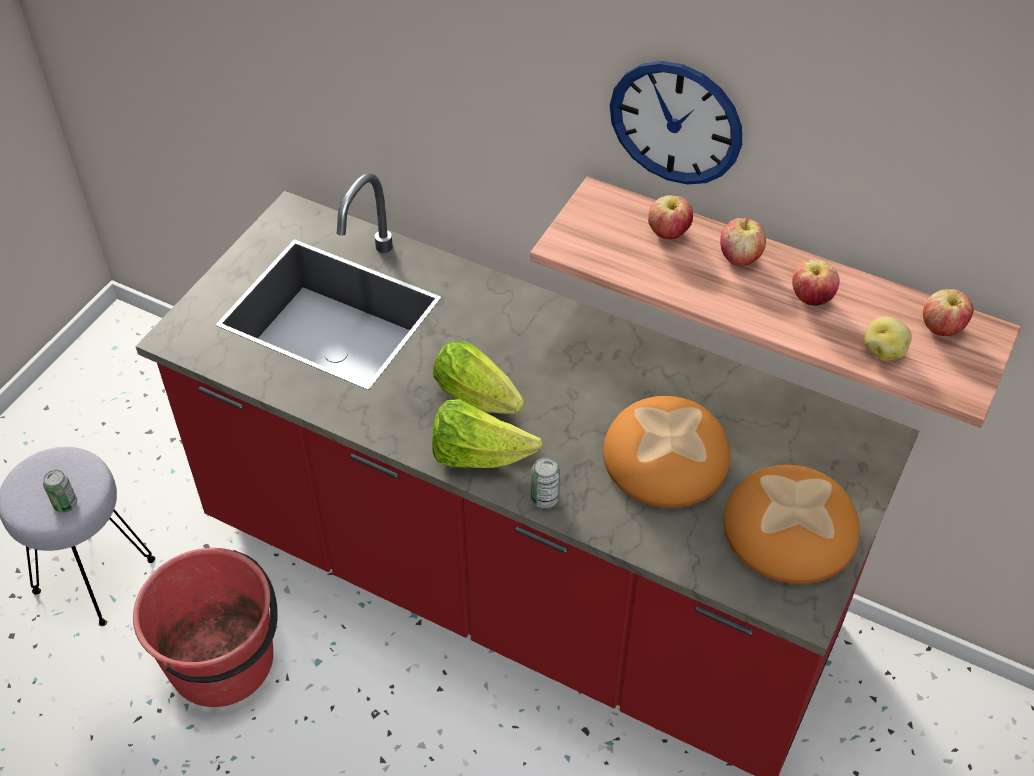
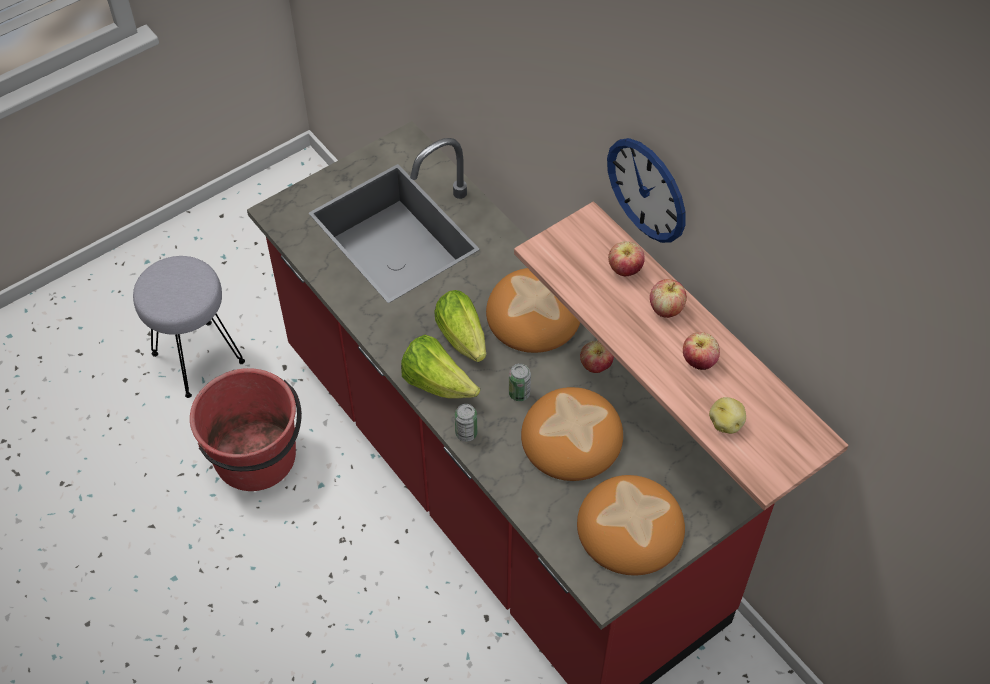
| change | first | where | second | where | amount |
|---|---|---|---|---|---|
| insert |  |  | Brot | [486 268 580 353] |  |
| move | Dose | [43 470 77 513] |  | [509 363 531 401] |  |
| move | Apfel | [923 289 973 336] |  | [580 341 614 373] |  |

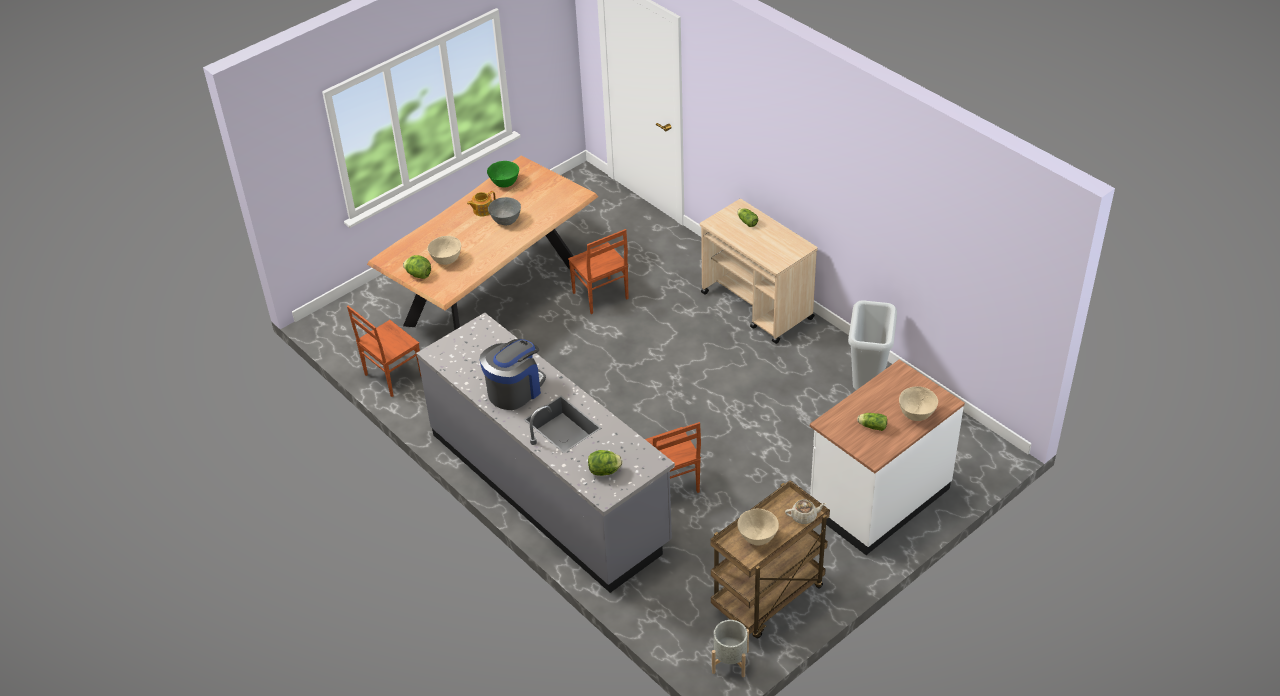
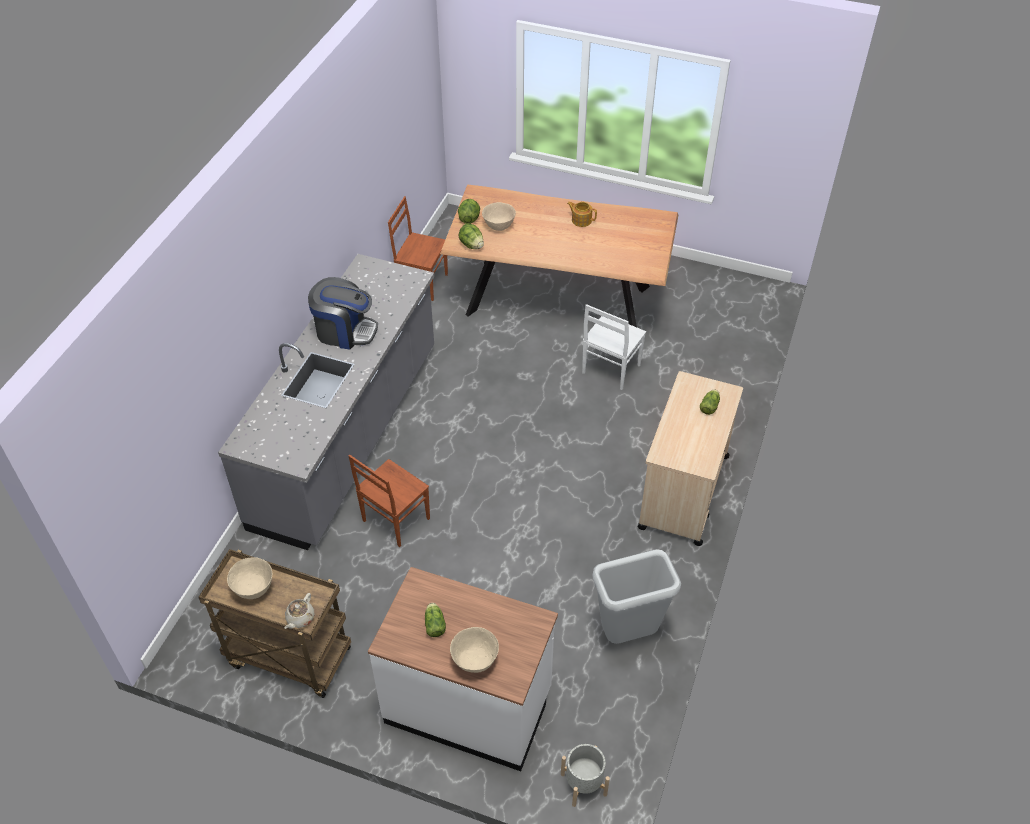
| change | first | where | second | where | amount |
|---|---|---|---|---|---|
| delete | Schüssel (grün) | [487 161 519 188] |  |  |  |
| delete | Schüssel (grau) | [488 197 521 226] |  |  |  |
| move | Salatkopf | [588 450 622 476] |  | [458 223 484 249] |  |
| move | Pflanzkübel (grau) | [712 620 749 677] |  | [561 744 610 807] |  |
| recolor | Stuhl (braun) | [568 229 629 314] | Stuhl (weiß) | [582 304 646 390] |  |
| rotate | Teekanne (beige) | [785 499 826 524] |  | [285 593 315 629] | 60 degrees clockwise |

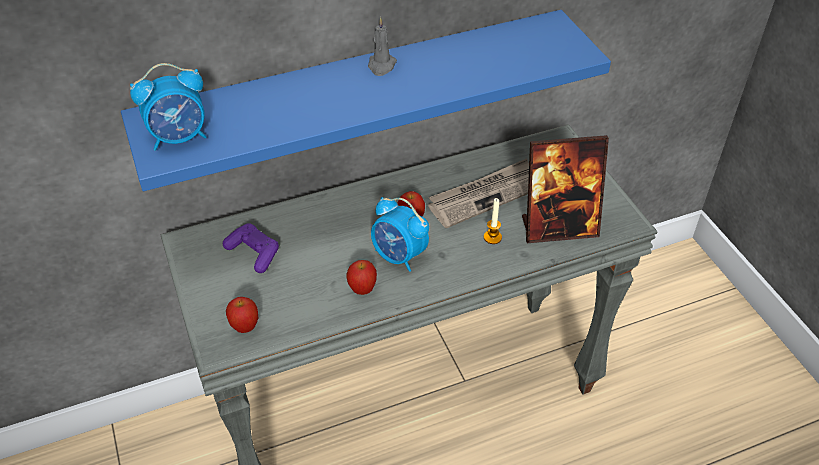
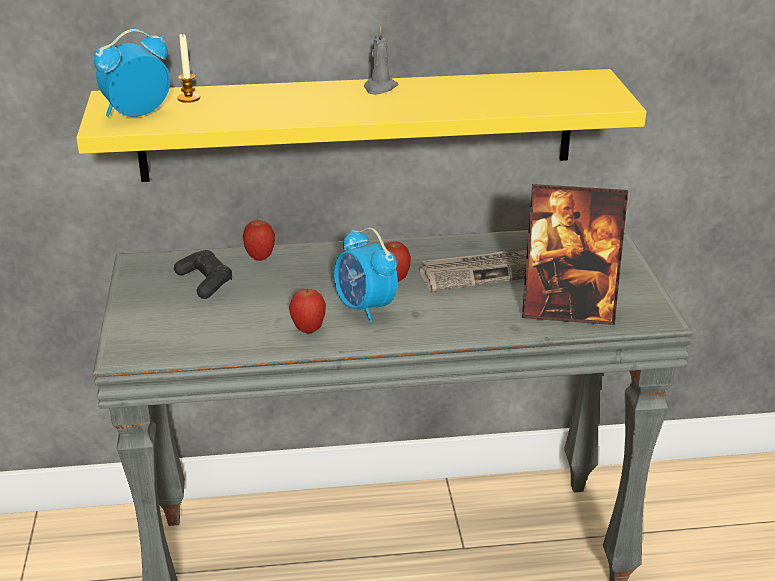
| change | first | where | second | where | amount |
|---|---|---|---|---|---|
| move | Apfel | [226 297 258 333] |  | [243 219 275 261] |  |
| move | Kerze | [484 198 502 244] |  | [177 33 200 103] |  |
| recolor | Wandregal (blau) | [121 10 611 191] | Wandregal (gelb) | [76 69 646 182] |  |
| recolor | Gamepad (lila) | [223 223 279 273] | Gamepad (schwarz) | [174 250 232 299] |  |
| rotate | Wecker | [130 63 207 151] |  | [93 29 170 117] | 150 degrees clockwise |

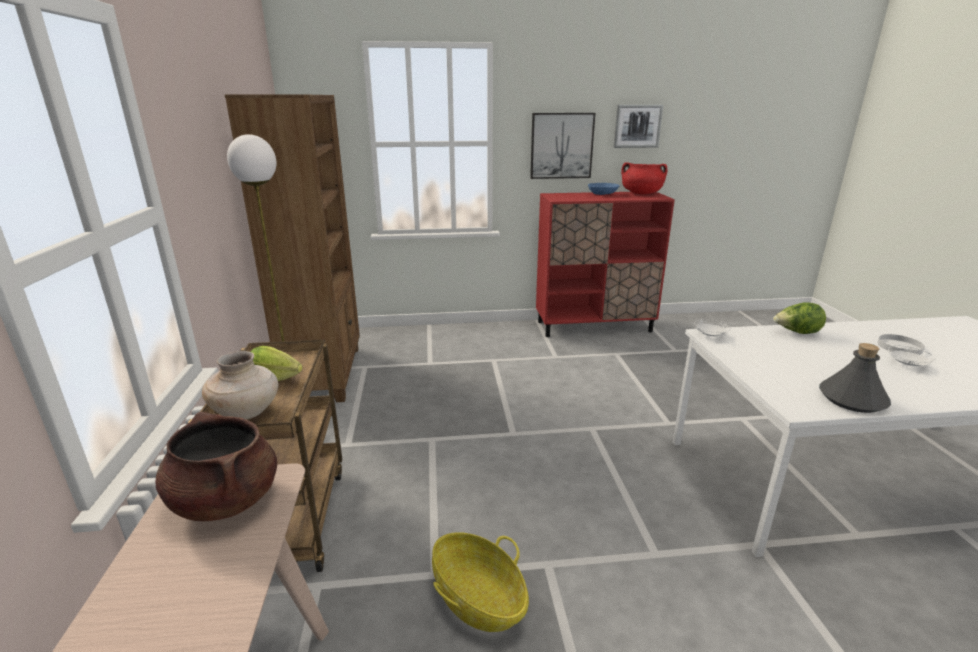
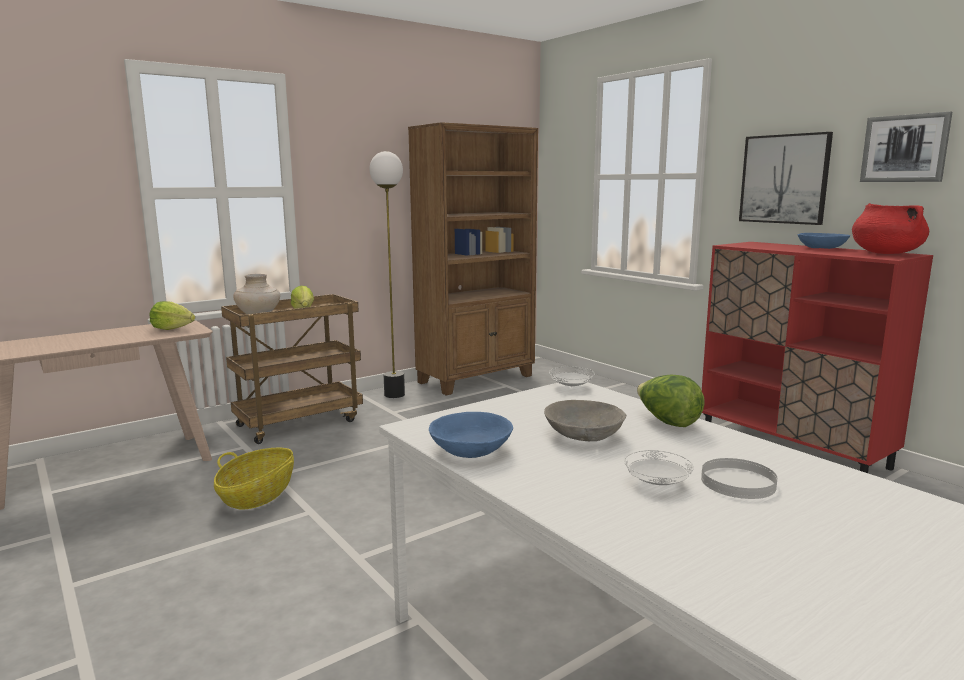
| change | first | where | second | where | amount |
|---|---|---|---|---|---|
| insert |  |  | Schüssel (grau) | [544 400 627 441] |  |
| replace | Kochtopf (braun) | [156 412 277 521] | Salatkopf | [149 301 195 330] |  |
| replace | Flasche (grau) | [819 343 891 413] | Schüssel (blau) | [429 412 513 458] |  |

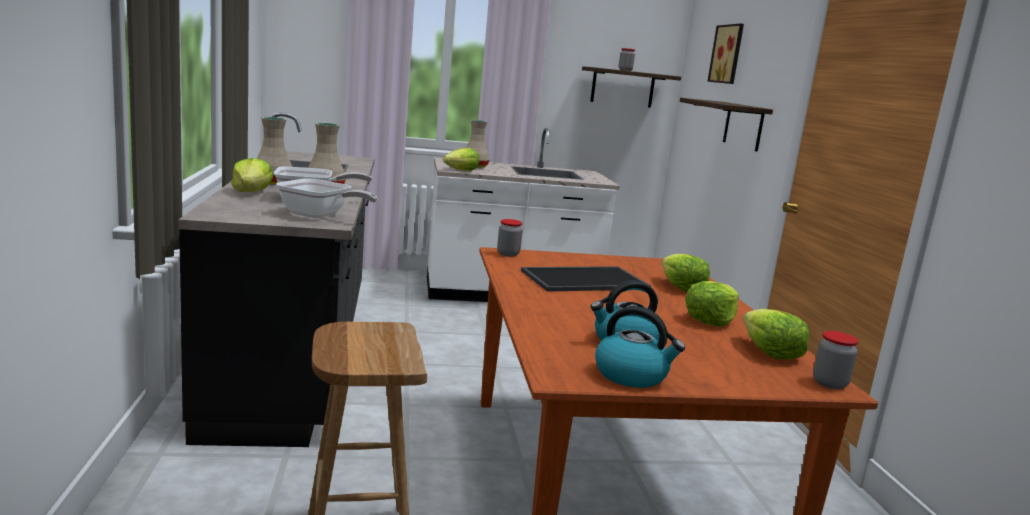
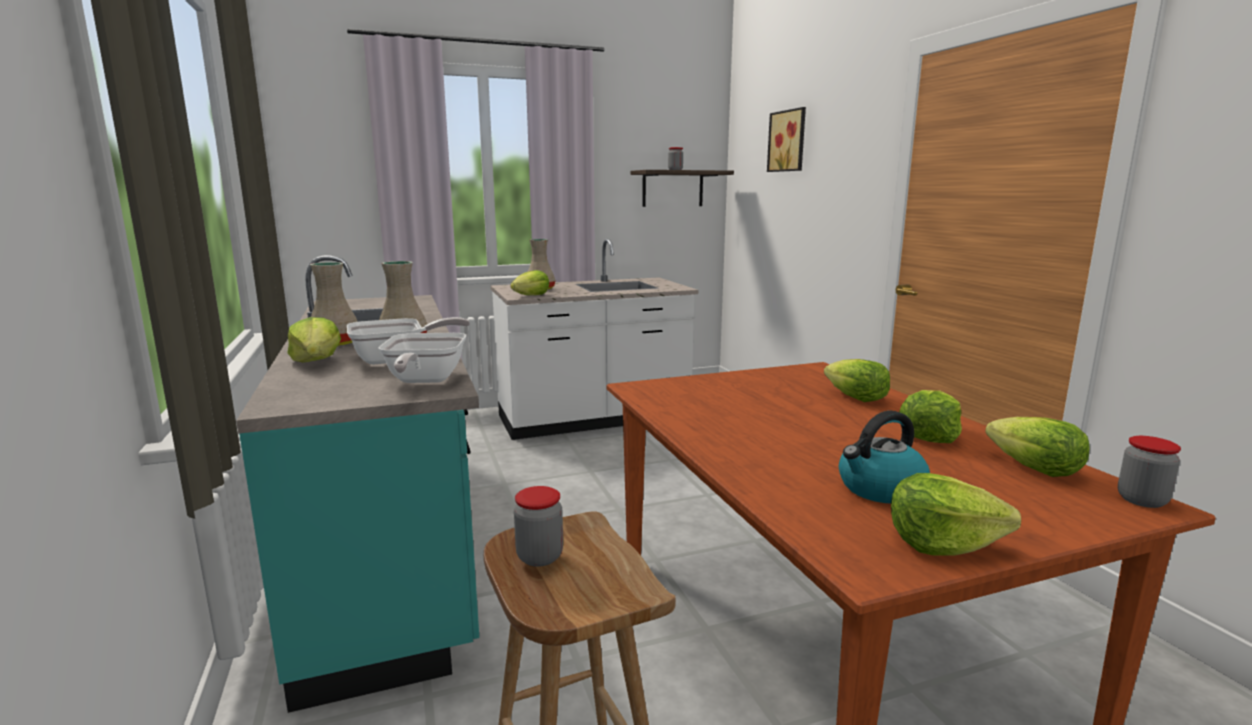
| change | first | where | second | where | amount |
|---|---|---|---|---|---|
| delete | Tablett | [521 266 651 292] |  |  |  |
| delete | Wandregal | [680 98 773 152] |  |  |  |
| move | Vorratsglas | [497 219 523 257] |  | [514 486 563 567] |  |
| replace | Wasserkessel | [595 306 685 388] | Salatkopf | [891 473 1021 556] |  |
| recolor | Küchenzeile (schwarz) | [178 112 374 447] | Küchenzeile (türkis) | [236 256 479 713] |  |
| rotate | Pfanne | [276 178 378 218] |  | [378 333 466 383] | 75 degrees clockwise |

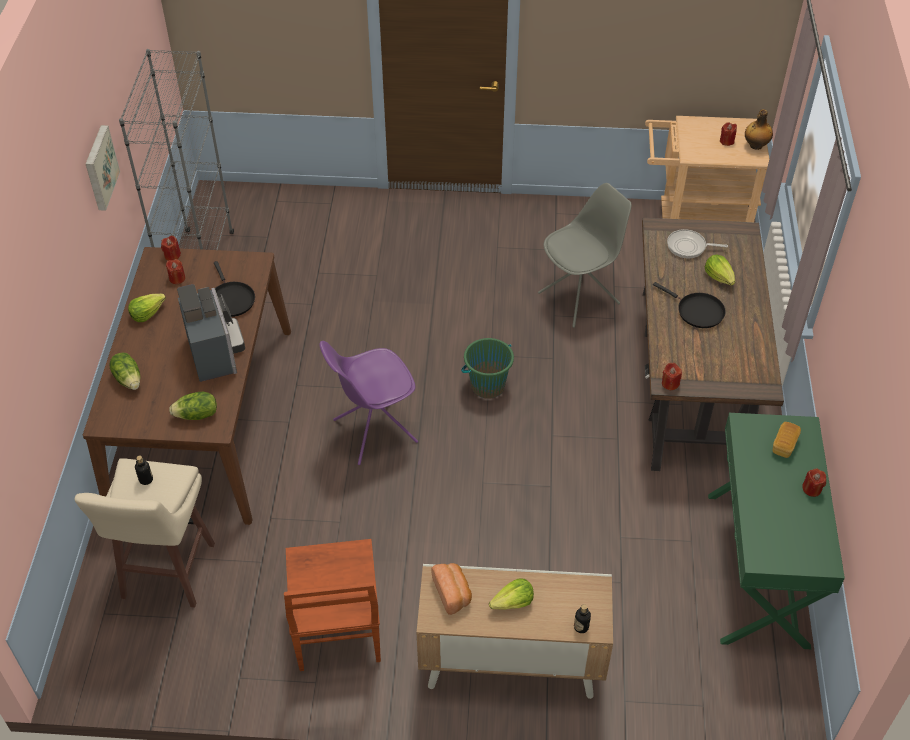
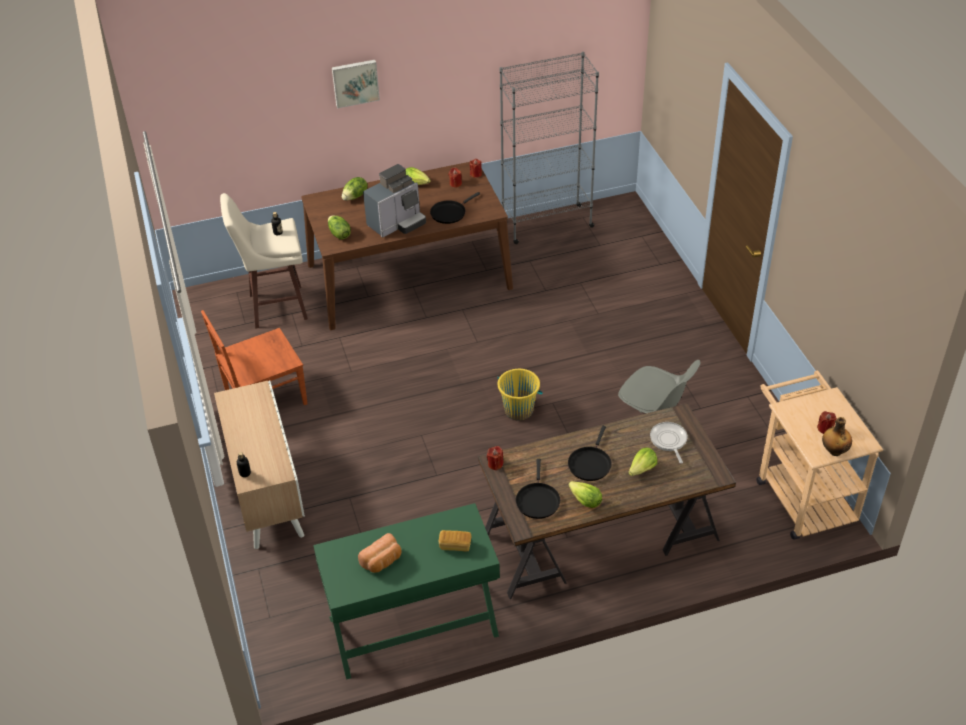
| change | first | where | second | where | amount |
|---|---|---|---|---|---|
| delete | Stuhl (lila) | [319 341 418 465] |  |  |  |
| delete | Kerze (rot) | [802 468 826 497] |  |  |  |
| insert |  |  | Pfanne (schwarz) | [516 459 560 519] |  |
| move | Bild | [86 125 120 211] |  | [332 60 380 108] |  |
| move | Brot | [431 563 472 615] |  | [358 533 401 573] |  |
| move | Salatkopf | [489 578 534 610] |  | [568 481 602 508] |  |
| recolor | Eimer (grün) | [461 338 514 399] | Eimer (gelb) | [497 369 543 421] |  |

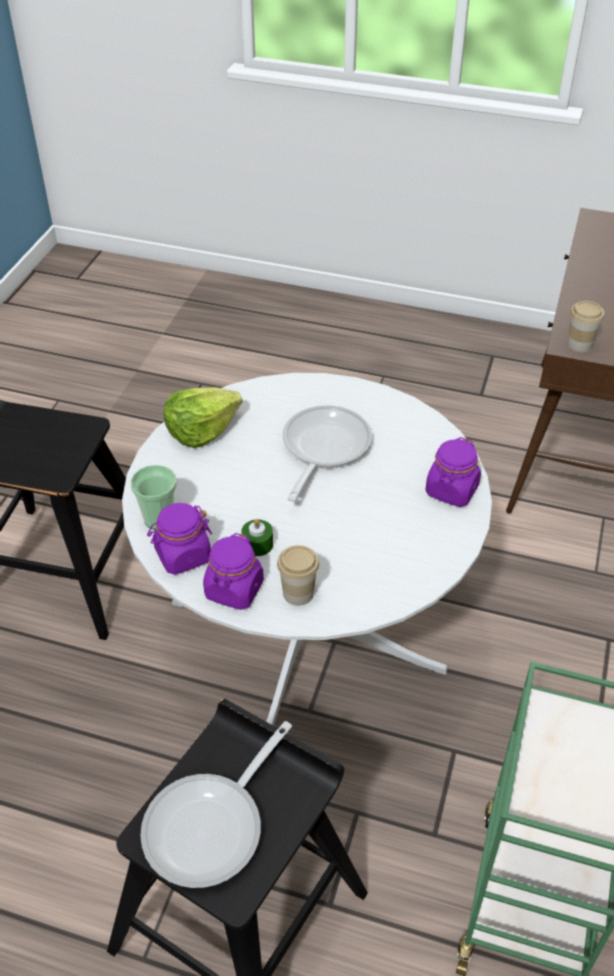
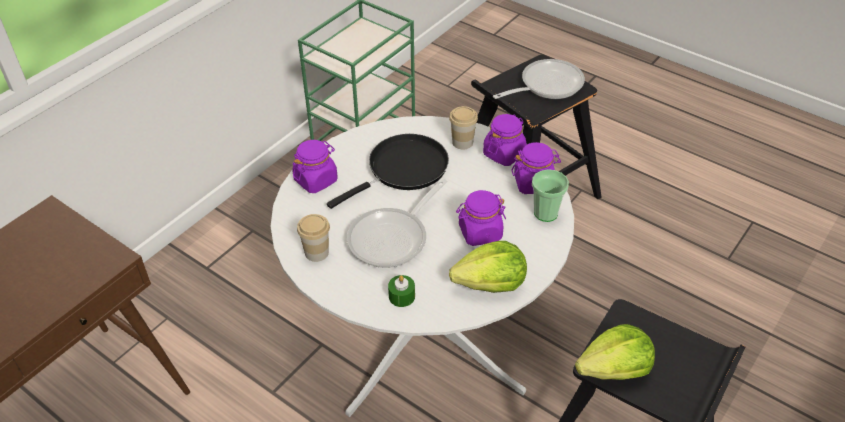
| change | first | where | second | where | amount |
|---|---|---|---|---|---|
| insert |  |  | Pfanne (schwarz) | [327 134 449 209] |  |
| insert |  |  | Vorratsglas (lila) | [456 190 506 246] |  |
| insert |  |  | Salatkopf | [575 324 655 380] |  |
| move | Kerze (grün) | [242 519 273 556] |  | [388 275 415 307] |  |
| move | Tasse | [567 301 604 352] |  | [297 214 330 262] |  |

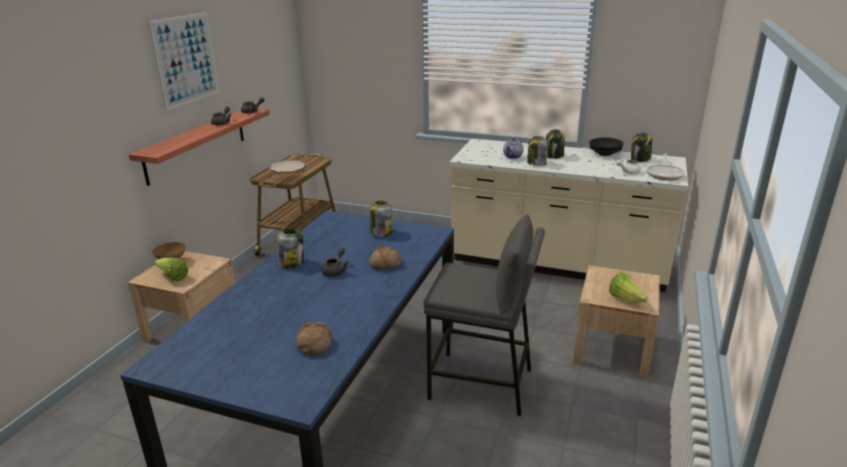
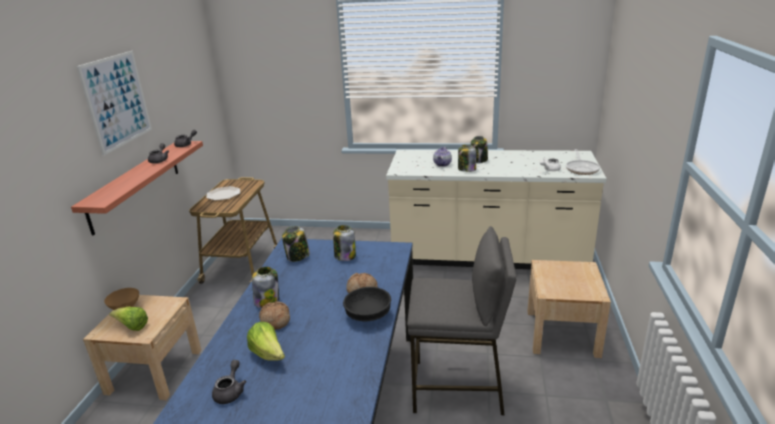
| change | first | where | second | where | amount |
|---|---|---|---|---|---|
| move | Brot | [296 322 332 355] |  | [259 301 290 330] |  |
| move | Teekanne (grau) | [321 247 349 277] |  | [212 360 246 404] |  |
| move | Schüssel (schwarz) | [589 137 624 156] |  | [343 287 391 321] |  |
| move | Salatkopf | [609 273 648 303] |  | [247 322 285 361] |  |
| move | Vorratsglas | [631 132 652 162] |  | [282 226 310 262] |  |

